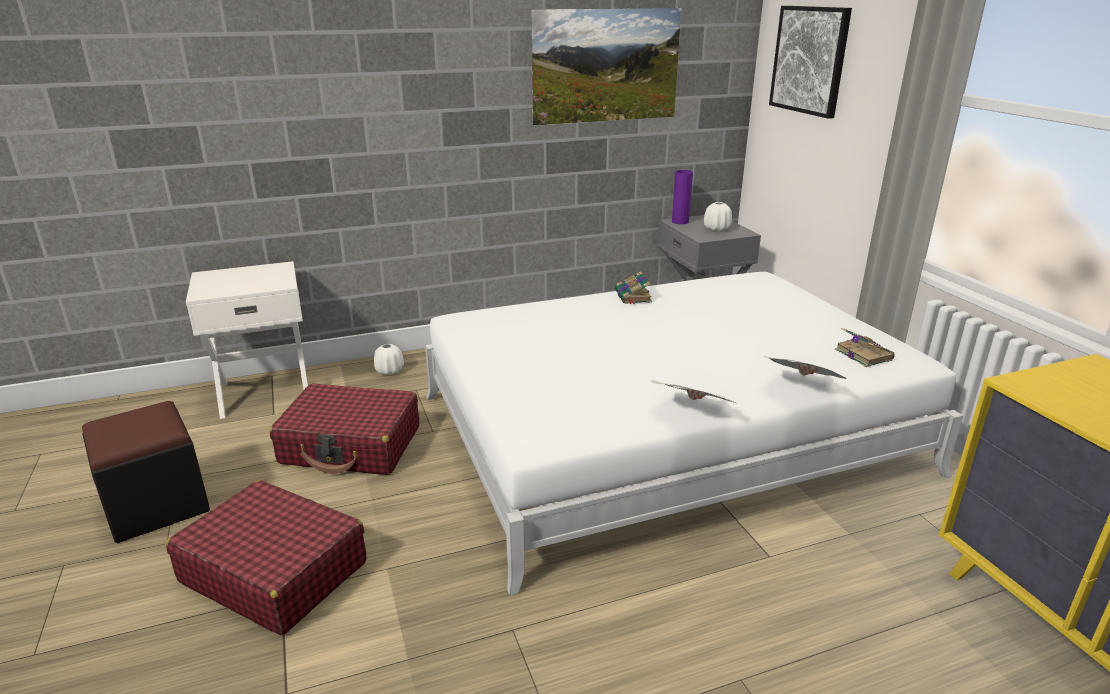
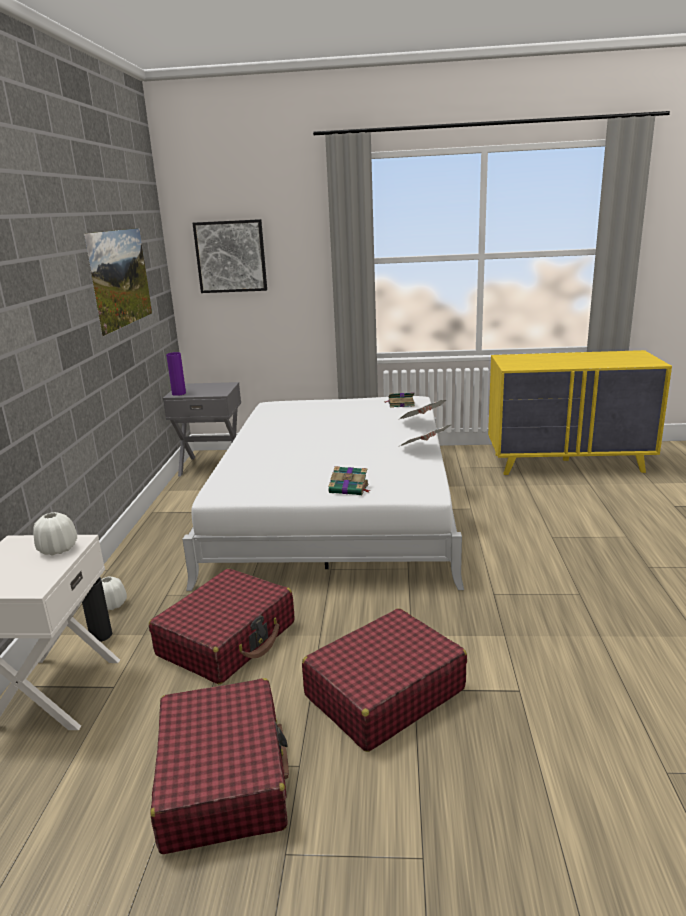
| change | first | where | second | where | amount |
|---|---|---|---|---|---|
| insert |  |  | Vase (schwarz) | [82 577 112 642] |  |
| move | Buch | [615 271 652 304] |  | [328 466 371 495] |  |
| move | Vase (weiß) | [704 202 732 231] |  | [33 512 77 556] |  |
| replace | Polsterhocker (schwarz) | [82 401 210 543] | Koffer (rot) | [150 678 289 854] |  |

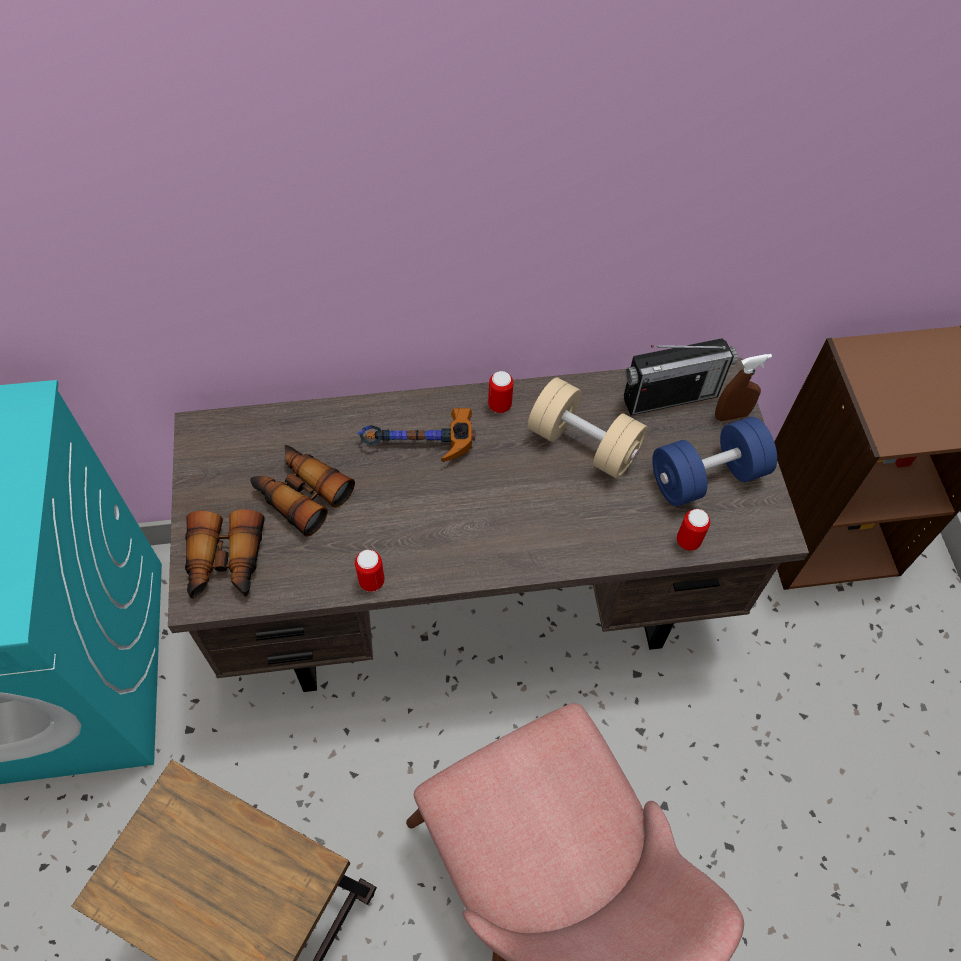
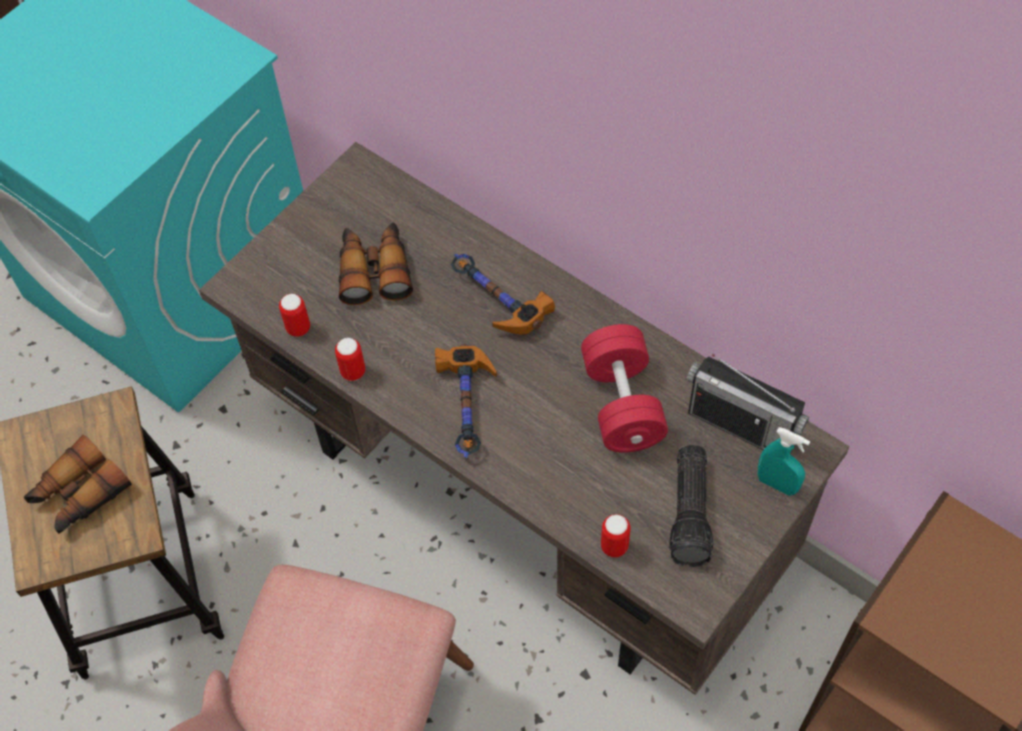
| change | first | where | second | where | amount |
|---|---|---|---|---|---|
| insert |  |  | Hammer | [435 344 497 458] |  |
| move | Fernglas | [185 509 265 599] |  | [23 435 132 534] |  |
| move | Dose | [488 371 514 413] |  | [279 294 310 337] |  |
| replace | Hantel (blau) | [652 417 777 506] | Taschenlampe | [669 445 713 567] |  |
| recolor | Hantel (beige) | [528 377 648 479] | Hantel (rot) | [581 324 668 453] |  |
| recolor | Sprühflasche (braun) | [715 354 772 421] | Sprühflasche (türkis) | [758 427 810 496] |  |

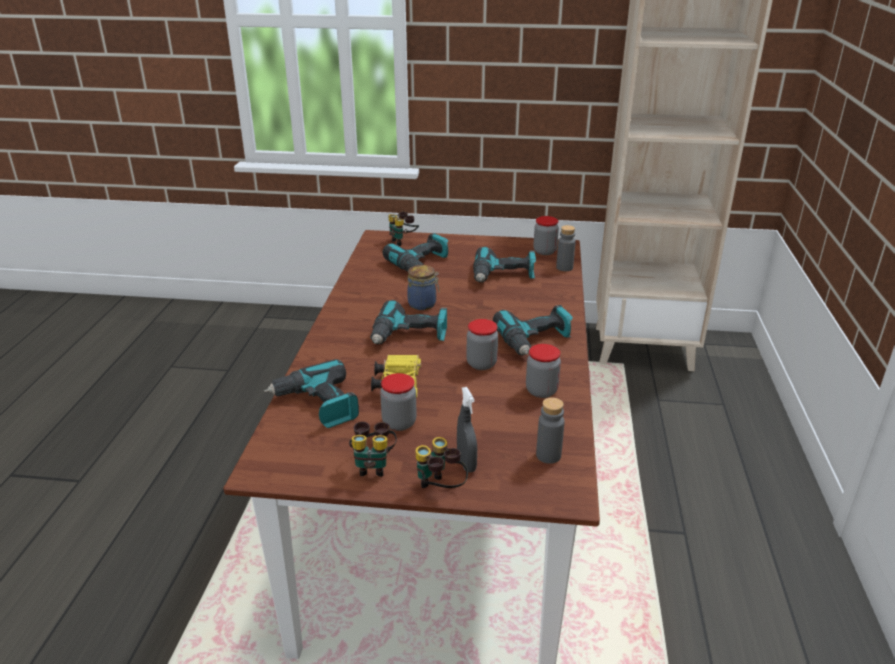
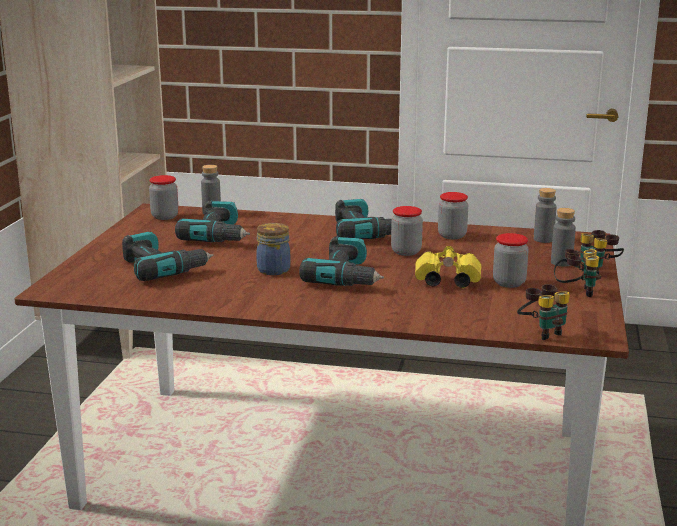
| change | first | where | second | where | amount |
|---|---|---|---|---|---|
| delete | Bohrmaschine | [264 359 359 428] |  |  |  |
| move | Fernglas | [388 212 419 246] |  | [517 284 570 340] |  |
| replace | Sprühflasche (grau) | [457 387 477 472] | Flasche (grau) | [551 208 576 267] |  |

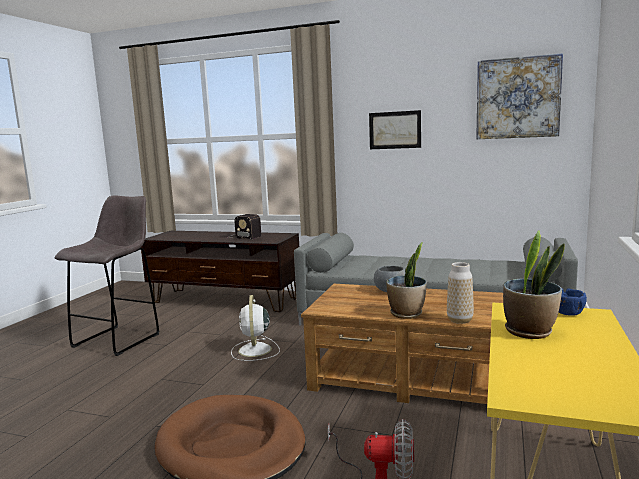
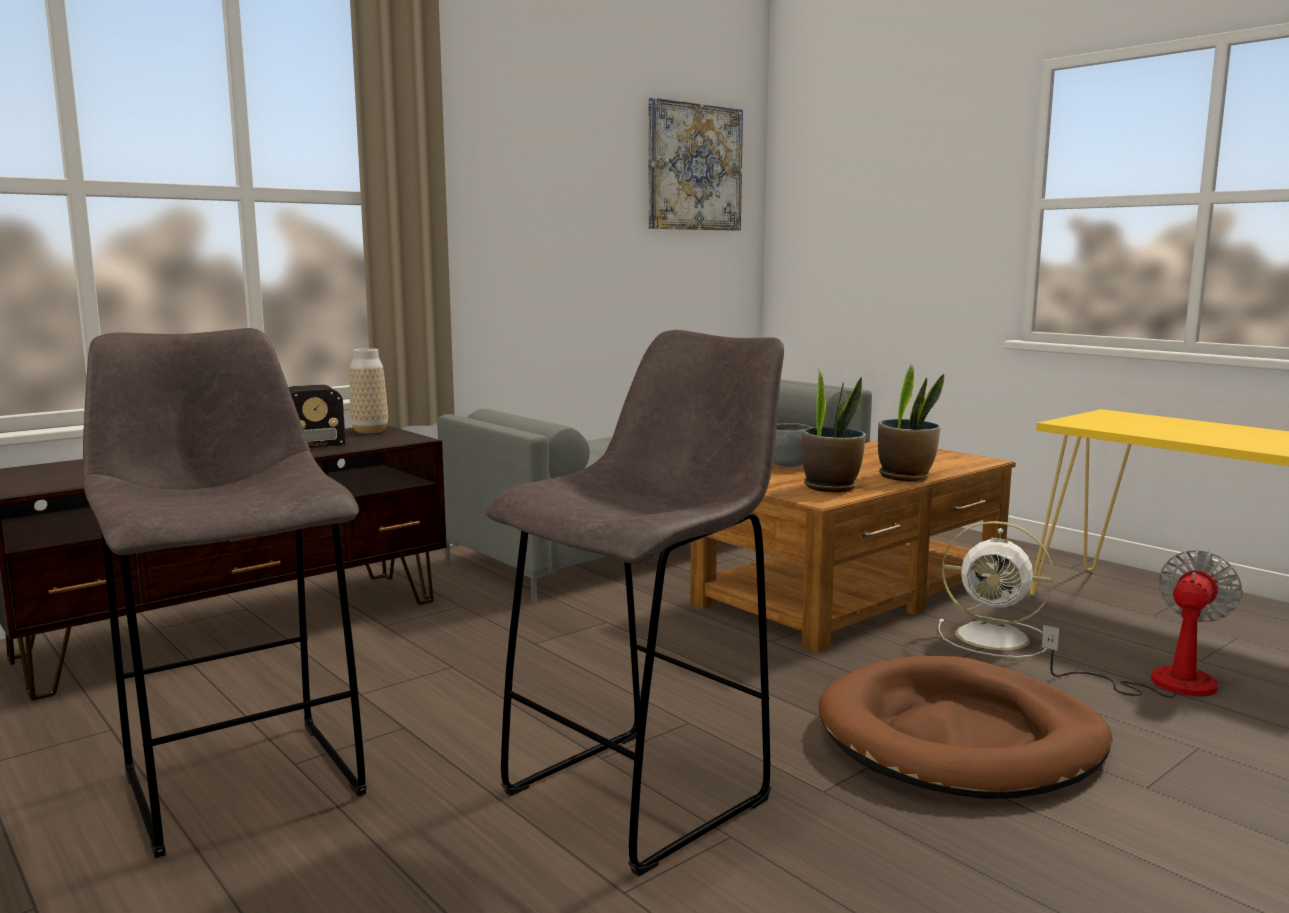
| change | first | where | second | where | amount |
|---|---|---|---|---|---|
| delete | Bild | [369 110 421 149] |  |  |  |
| delete | Schüssel (blau) | [558 288 587 316] |  |  |  |
| insert |  |  | Hocker (grau) | [485 330 784 876] |  |
| move | Ventilator (weiß) | [231 295 280 361] |  | [938 521 1054 658] |  |
| move | Vase | [447 262 474 324] |  | [350 348 388 433] |  |
| move | Topfpflanze | [503 230 565 339] |  | [802 368 866 492] |  |

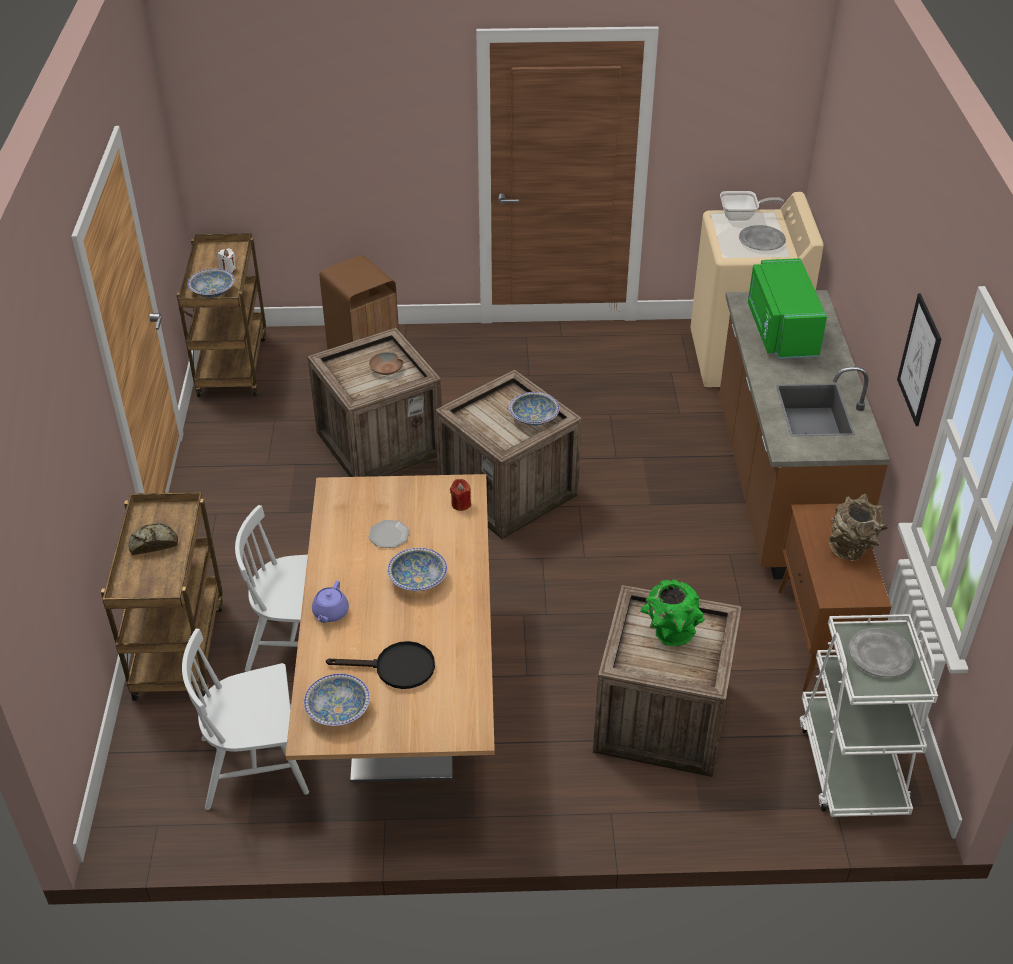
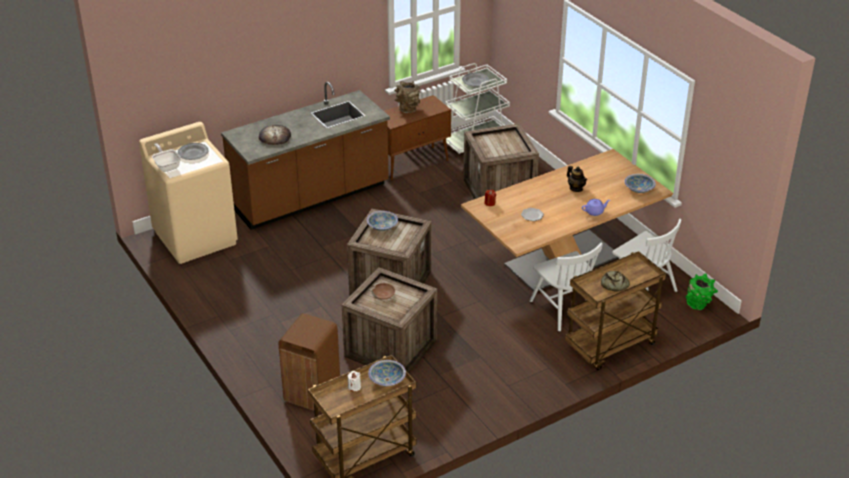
| change | first | where | second | where | amount |
|---|---|---|---|---|---|
| delete | Pfanne (schwarz) | [326 641 435 689] |  |  |  |
| delete | Schüssel | [387 548 447 591] |  |  |  |
| delete | Bild | [897 293 941 426] |  |  |  |
| insert |  |  | Teekanne | [567 166 587 192] |  |
| move | Vase (grün) | [640 580 705 646] |  | [686 273 718 310] |  |
| replace | Mikrowelle (grün) | [748 258 827 359] | Brot | [259 125 291 145] |  |

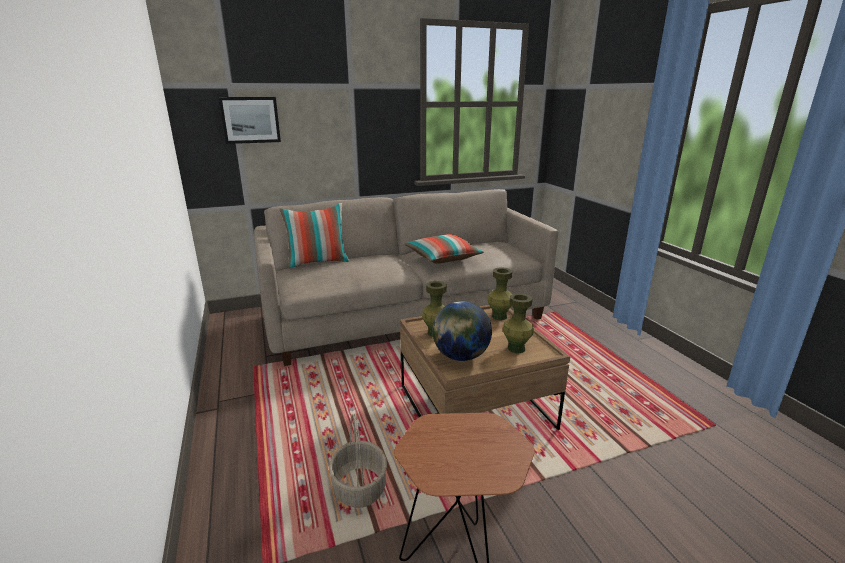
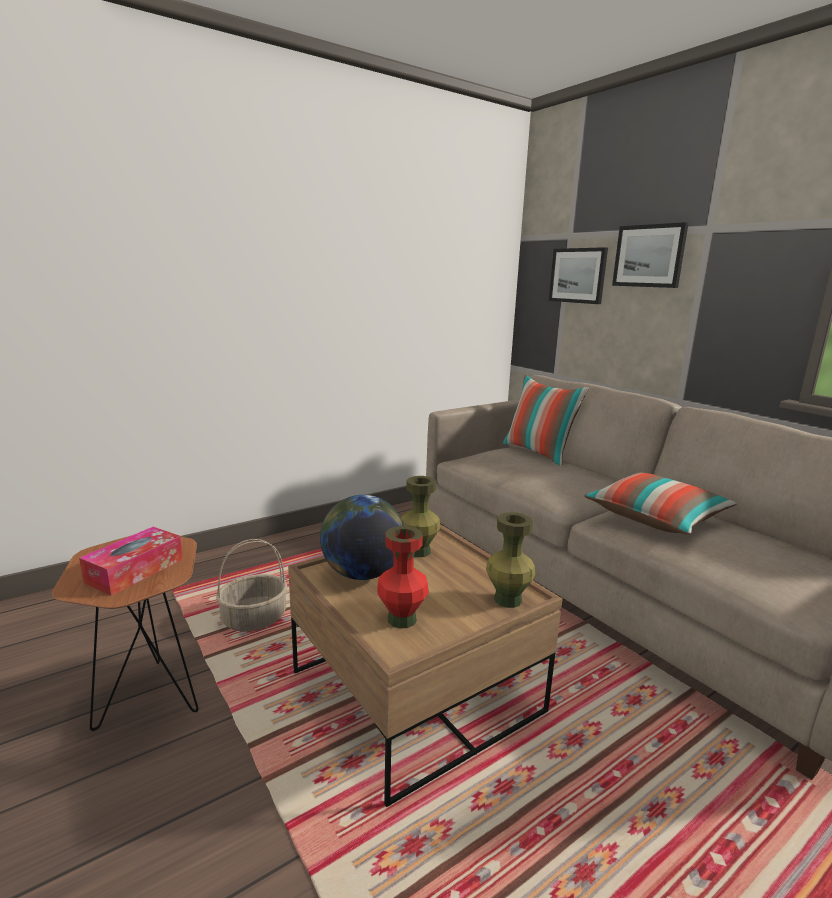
| change | first | where | second | where | amount |
|---|---|---|---|---|---|
| insert |  |  | Taschentuchbox | [79 527 183 596] |  |
| insert |  |  | Bild | [612 222 689 288] |  |
| recolor | Vase (grün) | [503 293 533 353] | Vase (rot) | [377 526 429 628] |  |

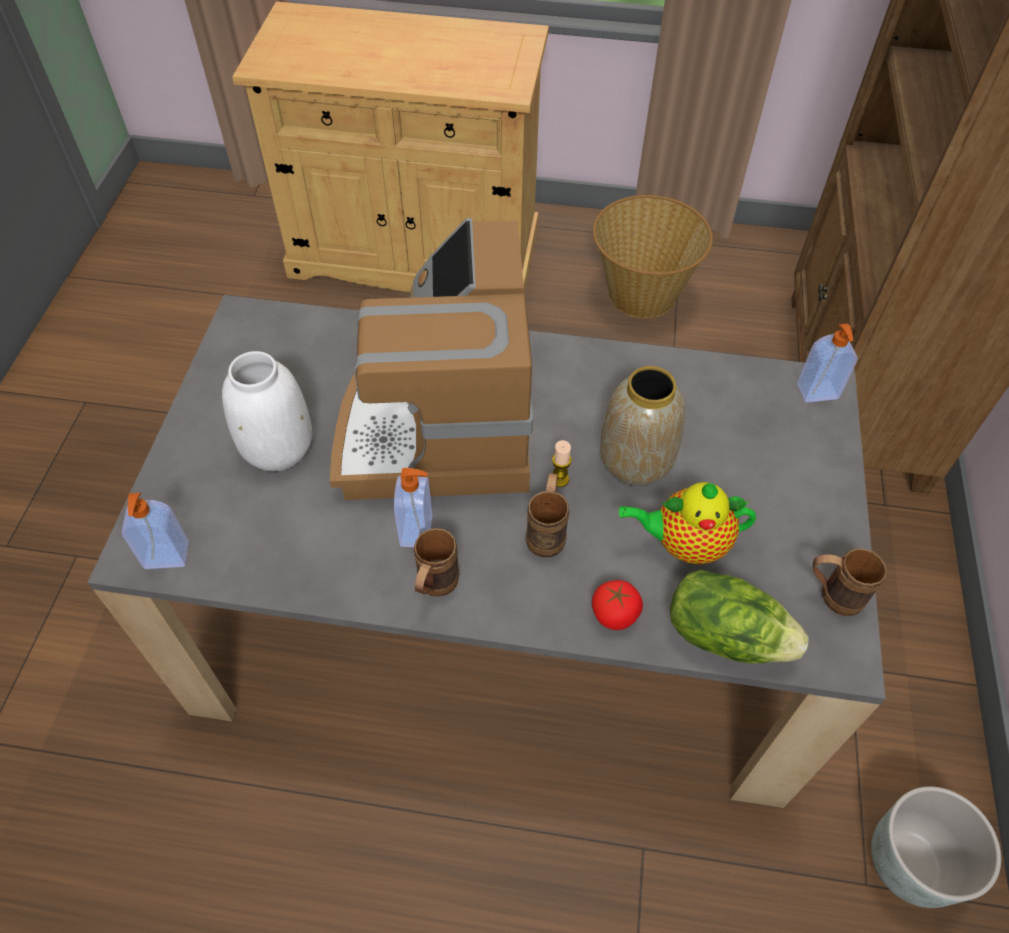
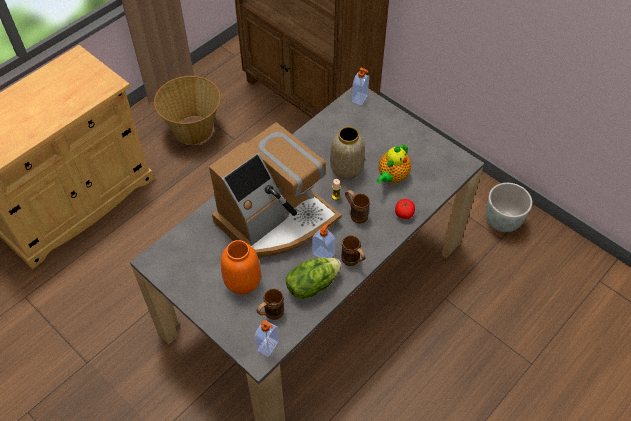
| change | first | where | second | where | amount |
|---|---|---|---|---|---|
| move | Salatkopf | [670 570 809 664] |  | [286 257 342 299] |  |
| move | Henkelbecher (braun) | [813 548 887 616] |  | [256 289 284 320] |  |
| recolor | Vase (weiß) | [222 351 312 471] | Vase (orange) | [221 240 261 294] |  |
| rotate | Kaffeemaschine | [330 218 533 500] |  | [209 122 341 258] | 75 degrees counterclockwise |

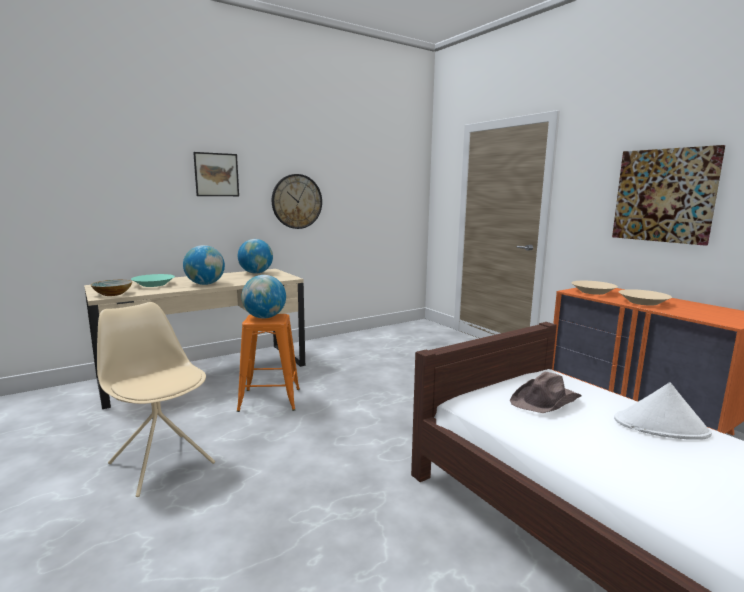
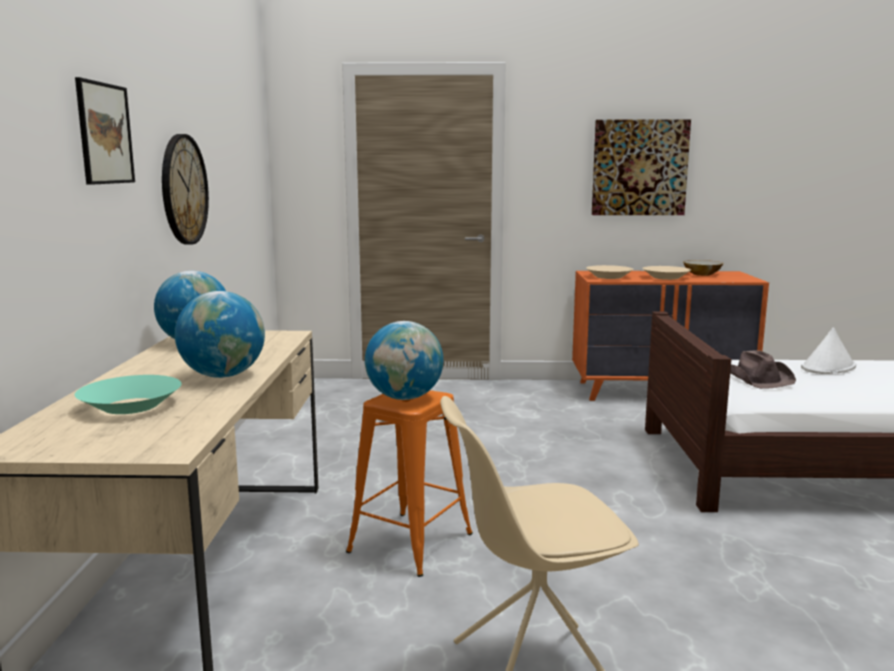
| change | first | where | second | where | amount |
|---|---|---|---|---|---|
| move | Schüssel | [90 280 132 296] |  | [683 260 724 276] |  |

